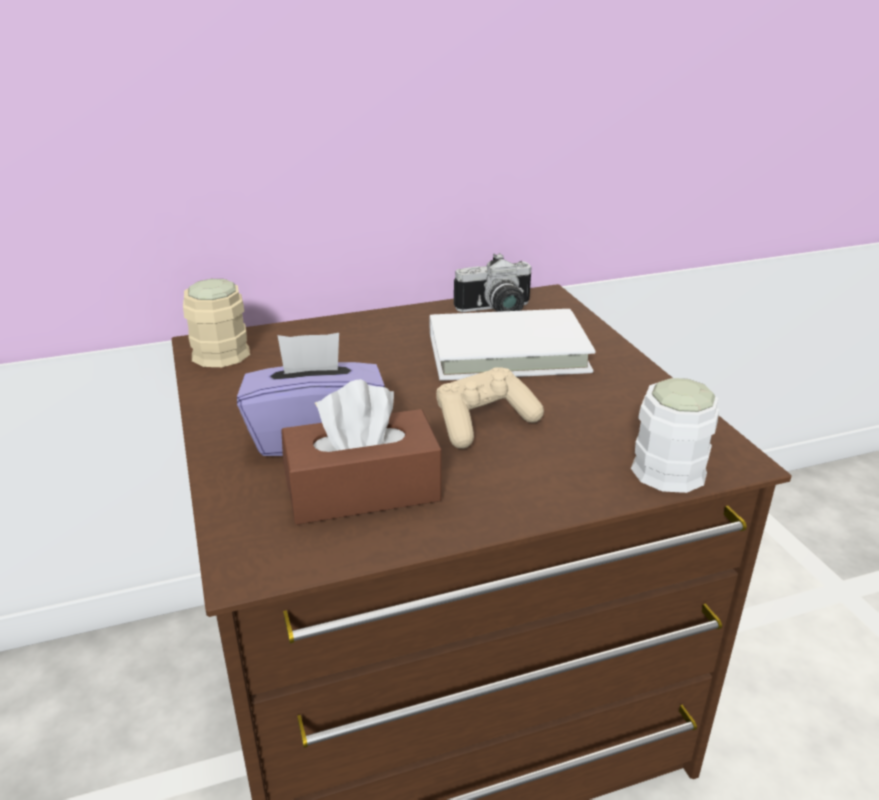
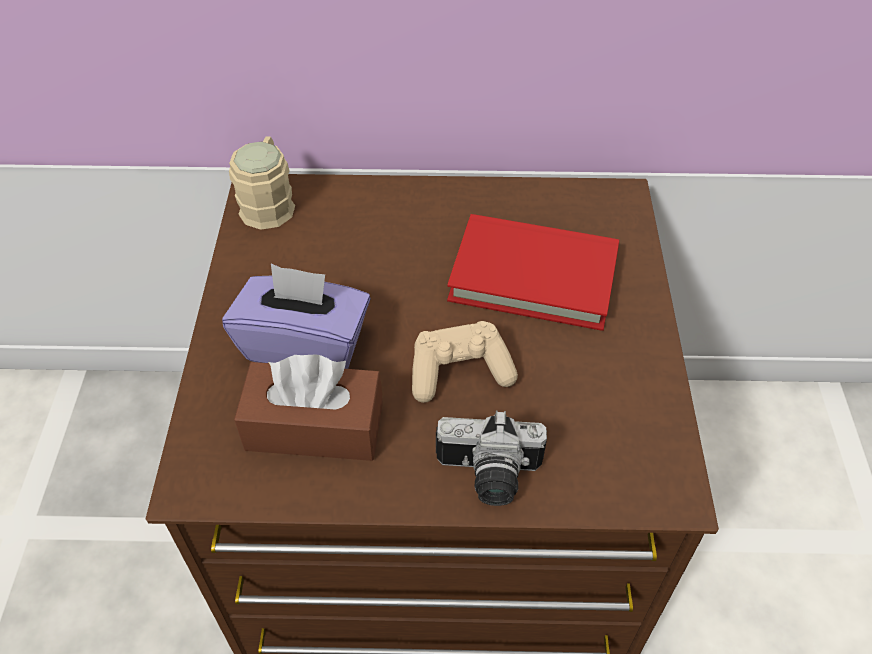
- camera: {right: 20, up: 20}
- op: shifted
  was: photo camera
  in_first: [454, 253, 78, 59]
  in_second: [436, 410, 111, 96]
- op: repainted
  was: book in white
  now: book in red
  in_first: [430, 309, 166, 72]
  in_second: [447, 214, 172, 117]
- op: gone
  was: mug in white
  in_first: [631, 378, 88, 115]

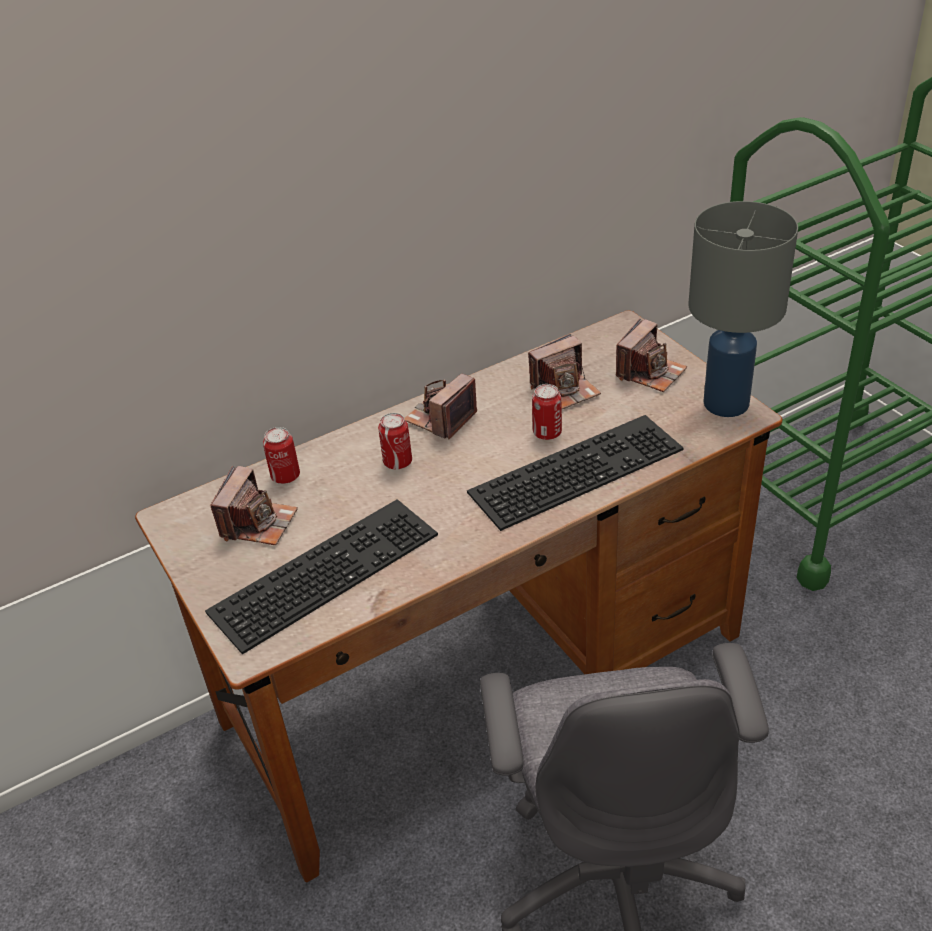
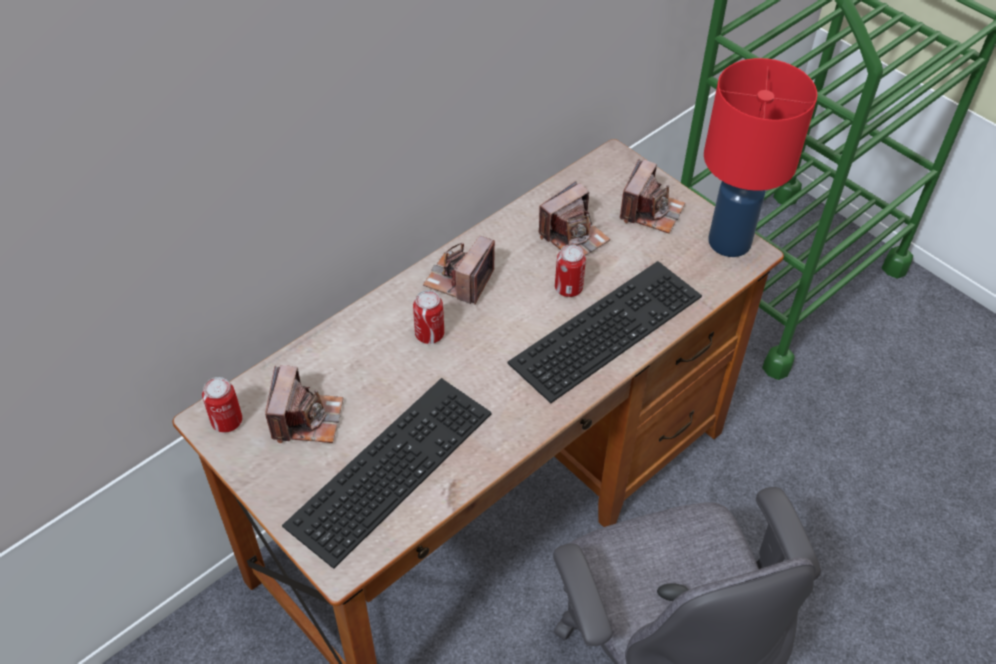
- camera: {right: -15, up: 10}
- op: repainted
  was: table lamp in grey
  now: table lamp in red
  in_first: [689, 201, 109, 216]
  in_second: [704, 58, 113, 199]
- op: shifted
  was: can
  in_first: [263, 427, 37, 57]
  in_second: [202, 377, 40, 55]

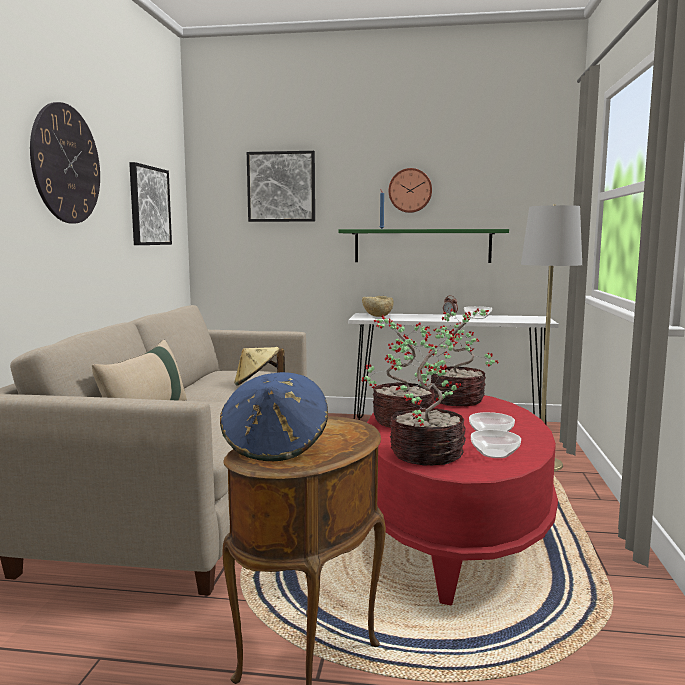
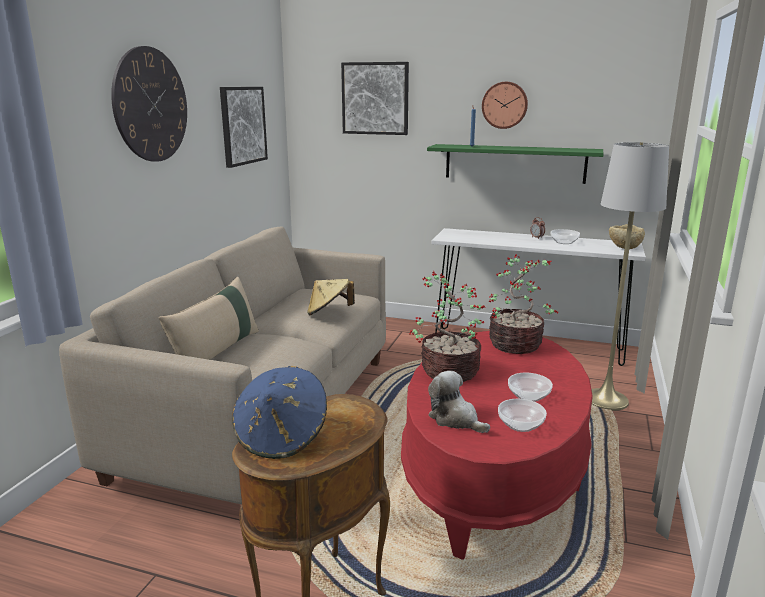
- camera: {right: 10, up: 10}
- op: shifted
  was: bowl in beige
  in_first: [362, 296, 32, 21]
  in_second: [609, 224, 36, 25]
- op: swapped
  was: potted plant
  now: plush toy
  in_first: [389, 329, 77, 137]
  in_second: [428, 371, 62, 62]

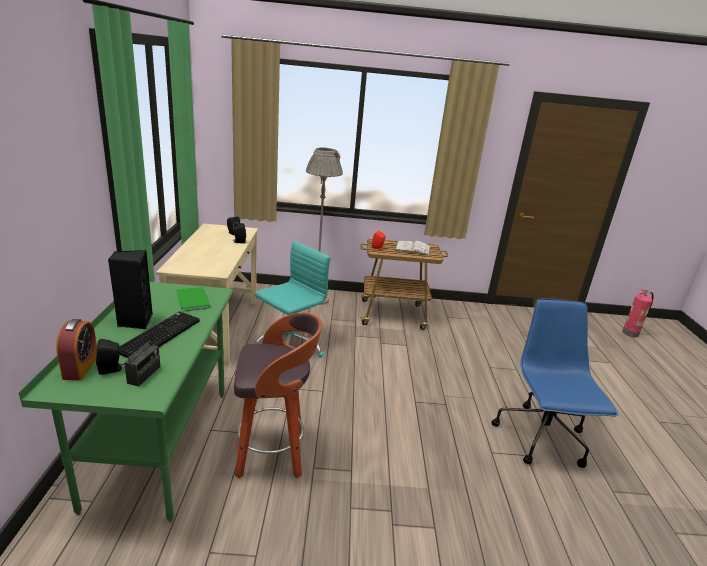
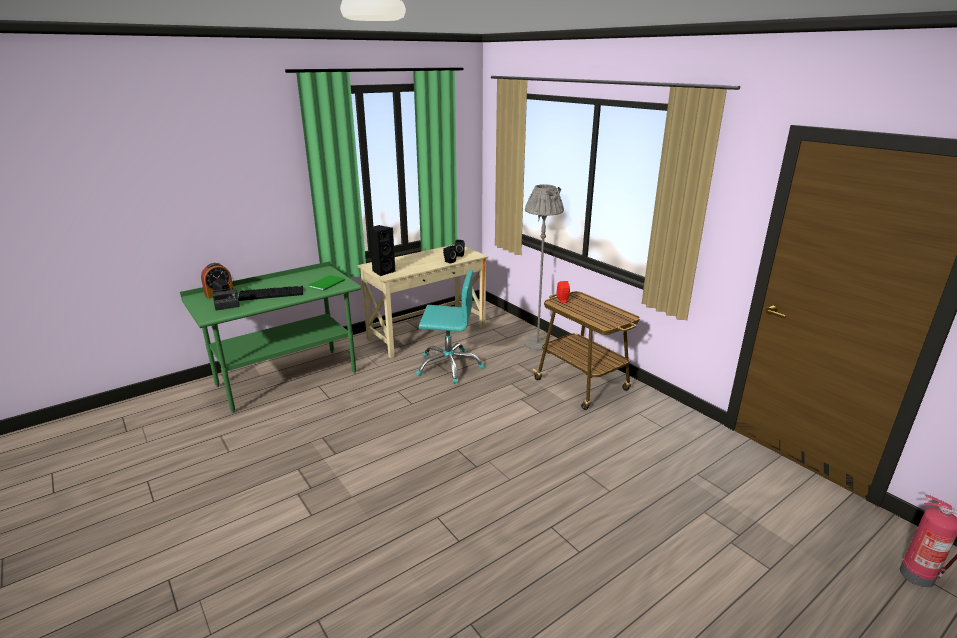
- camera: {right: 55, up: 0}
- op: gone
  was: book in white
  in_first: [394, 241, 37, 15]
- op: shifted
  was: speaker in black
  in_first: [108, 250, 45, 79]
  in_second: [369, 225, 26, 51]
- op: gone
  was: office chair in blue
  in_first: [491, 298, 127, 170]
- op: gone
  was: stool
  in_first: [234, 313, 88, 166]

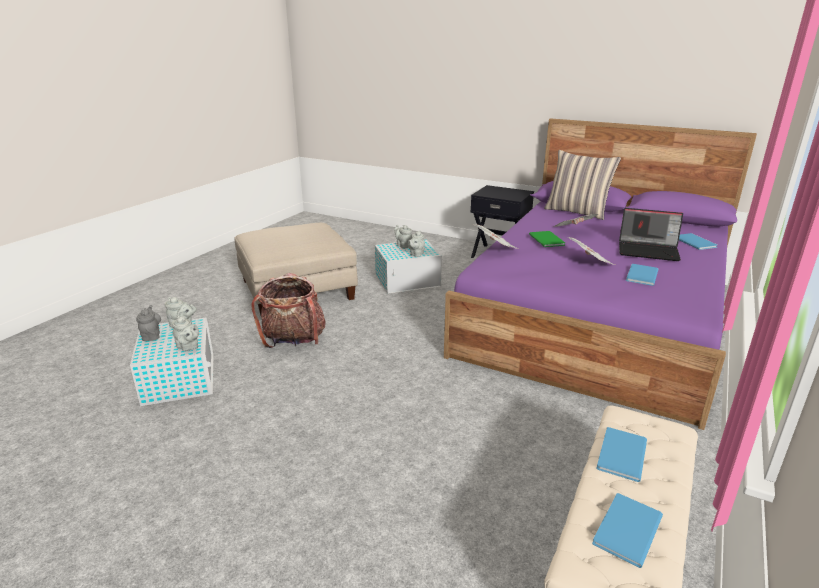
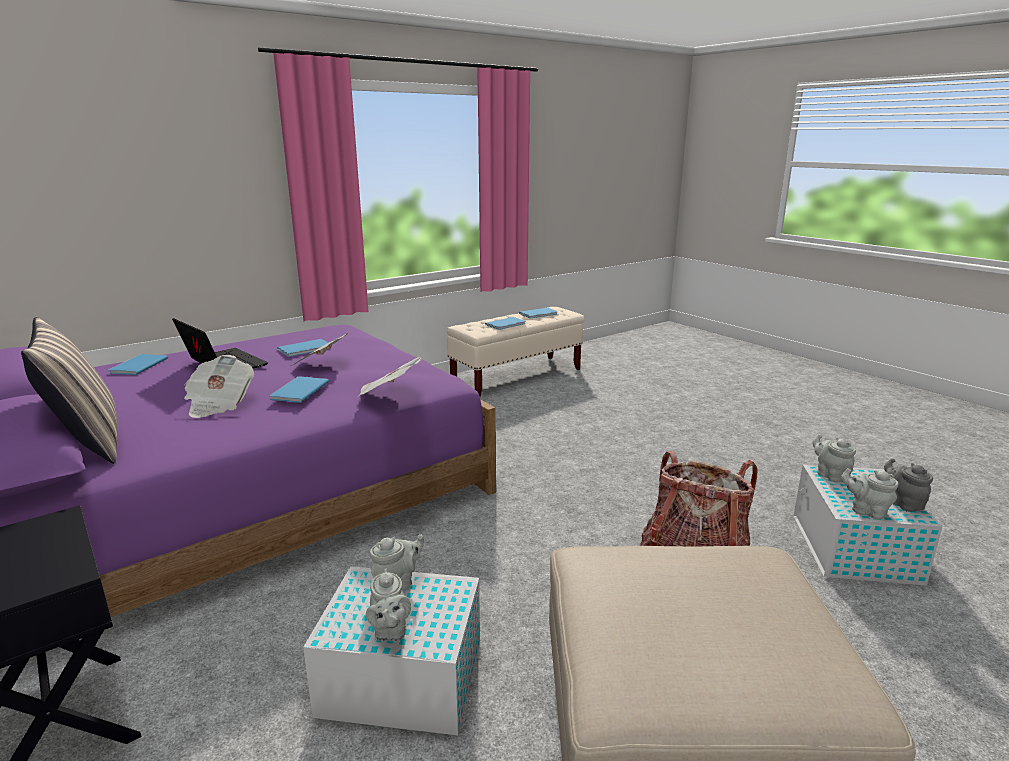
- camera: {right: -155, up: -5}
- op: repainted
  was: book in green
  now: book in blue
  in_first: [529, 231, 36, 16]
  in_second: [269, 376, 60, 27]
- op: rotated
  was: teapot in grey
  in_first: [136, 305, 25, 36]
  in_second: [884, 458, 49, 54]
  clockwise: 150

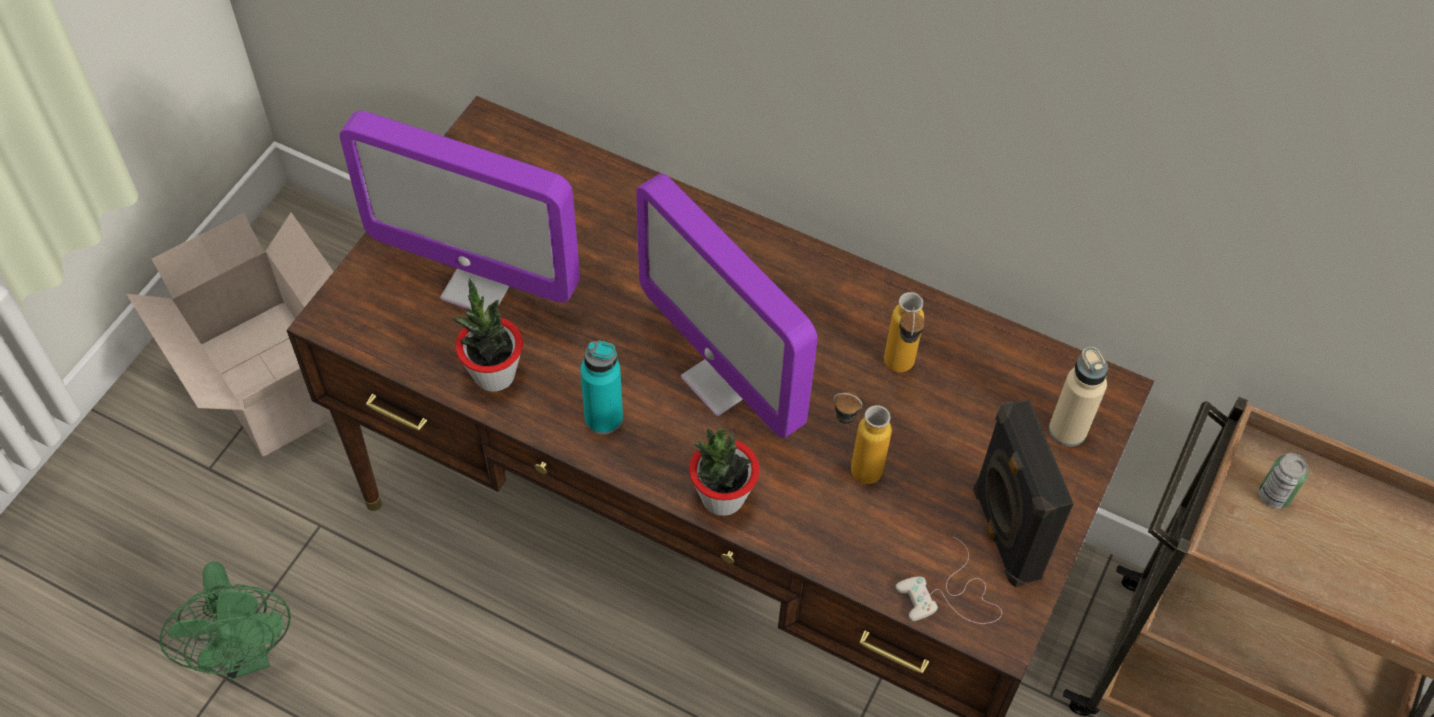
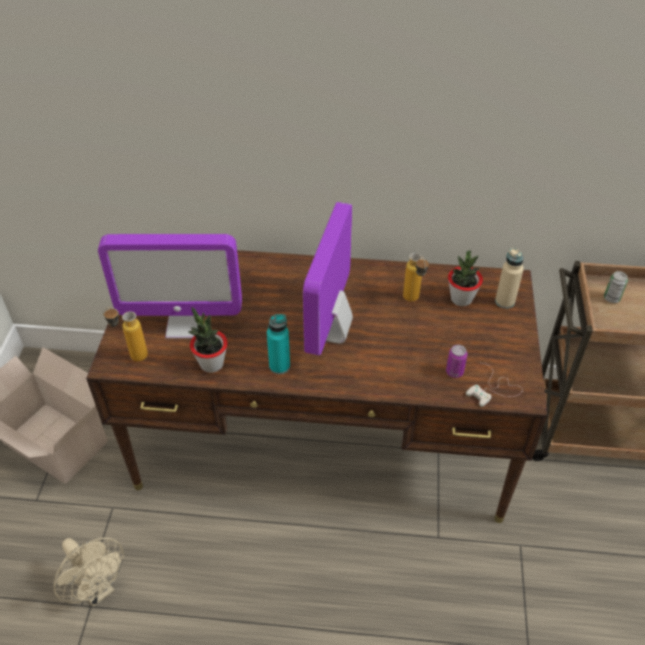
- camera: {right: -20, up: -10}
- op: rotated
  was: monitor
  in_first: [636, 174, 181, 264]
  in_second: [303, 202, 50, 153]
  clockwise: 75
- op: shifted
  was: bottle
  in_first: [834, 392, 58, 92]
  in_second: [103, 307, 45, 55]
- op: gone
  was: speaker in black
  in_first: [973, 399, 101, 188]
- op: shifted
  was: potted plant
  in_first: [689, 429, 71, 87]
  in_second: [448, 250, 35, 56]
- op: repainted
  was: fan in green
  now: fan in beige
  in_first: [160, 562, 131, 118]
  in_second: [54, 538, 70, 69]
- op: new
  now: can
  in_second: [446, 345, 22, 33]

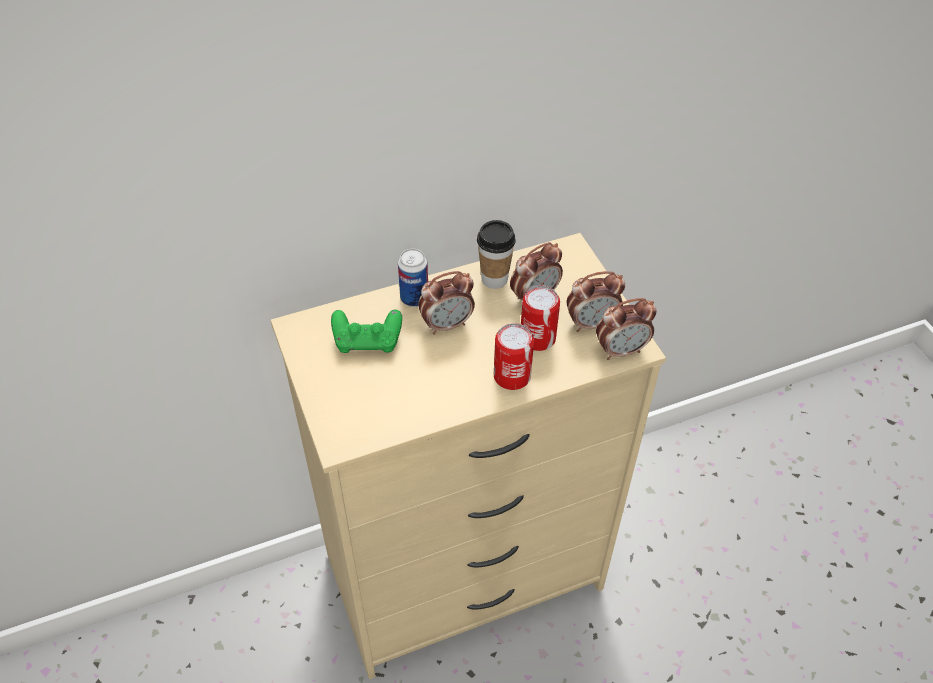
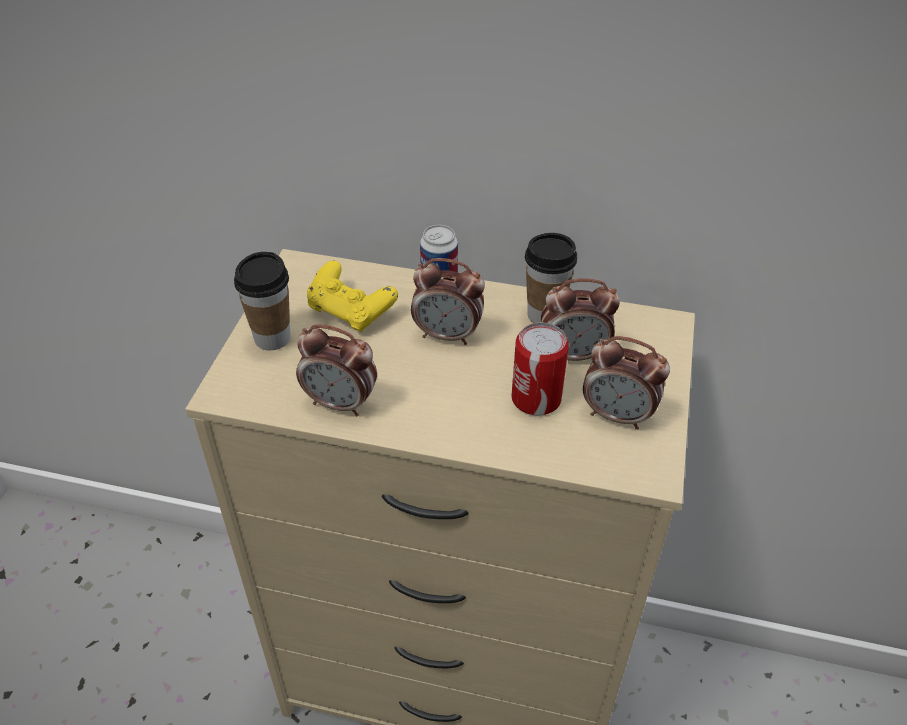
- camera: {right: 35, up: -5}
- op: shifted
  was: alarm clock
  in_first: [596, 298, 61, 62]
  in_second: [296, 324, 81, 92]
- op: repainted
  was: game controller in green
  now: game controller in yellow
  in_first: [331, 309, 71, 44]
  in_second: [307, 261, 91, 71]
- op: gone
  was: can
  in_first: [494, 323, 40, 67]
- op: new
  now: cup
  in_second: [234, 252, 57, 98]

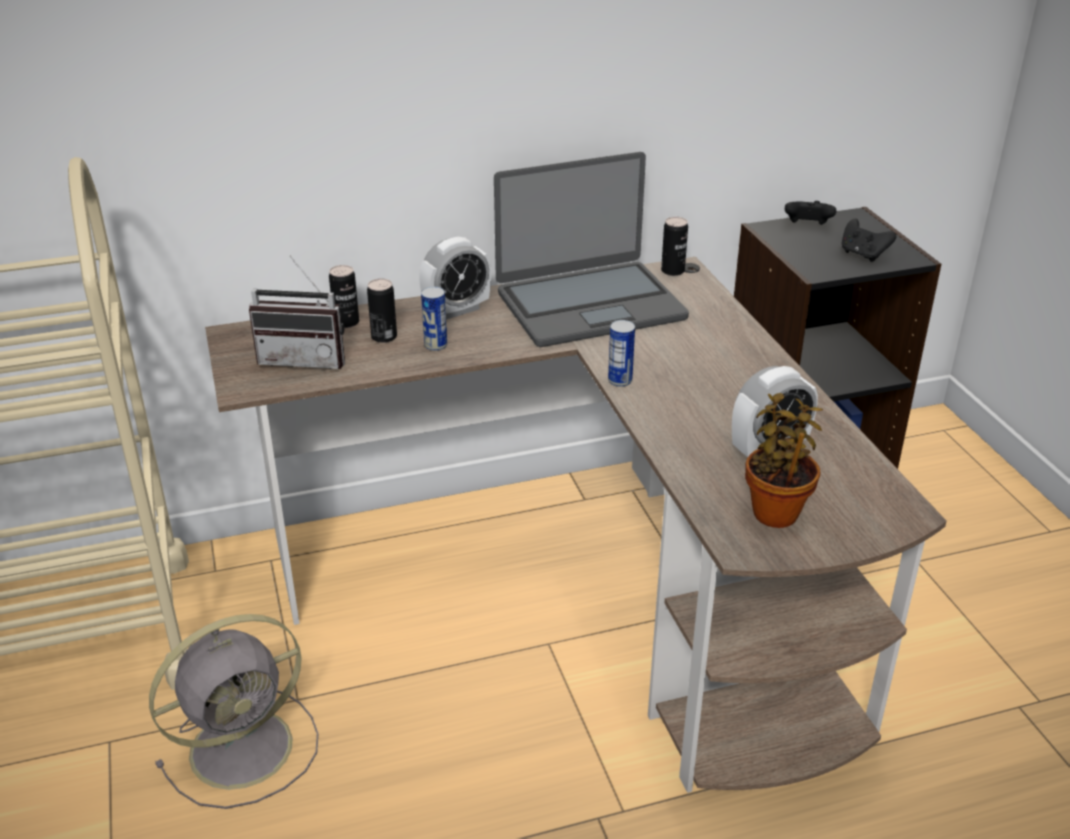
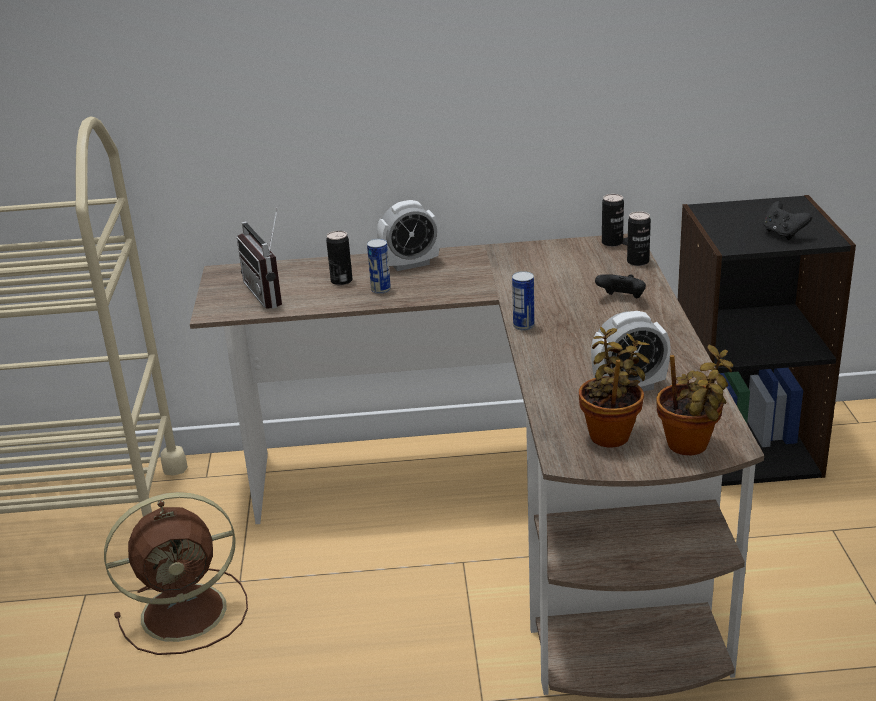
- camera: {right: 15, up: -5}
- op: gone
  was: laptop
  in_first: [494, 152, 195, 195]
- op: shifted
  was: game controller in black
  in_first: [785, 201, 51, 24]
  in_second: [595, 274, 51, 24]
- op: rotated
  was: radio
  in_first: [249, 256, 96, 113]
  in_second: [237, 207, 45, 102]
  clockwise: 45
- op: shifted
  was: can
  in_first: [329, 265, 30, 63]
  in_second: [627, 211, 24, 55]
- op: repainted
  was: fan in grey
  now: fan in brown
  in_first: [149, 614, 169, 195]
  in_second: [104, 492, 144, 163]
- op: new
  now: potted plant
  in_second: [656, 345, 77, 110]

